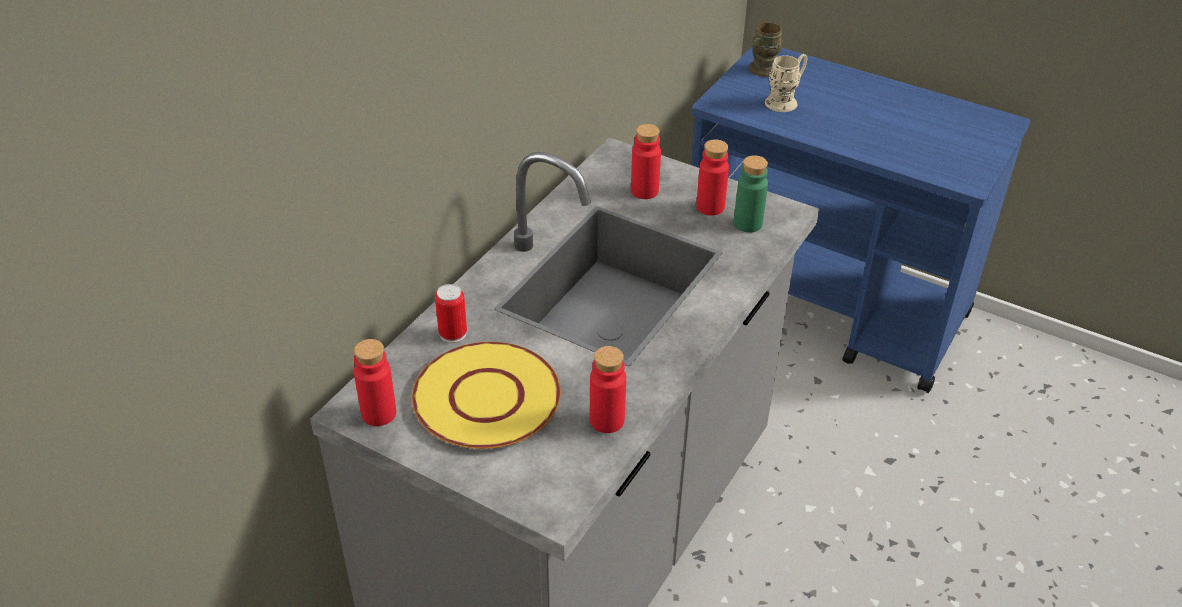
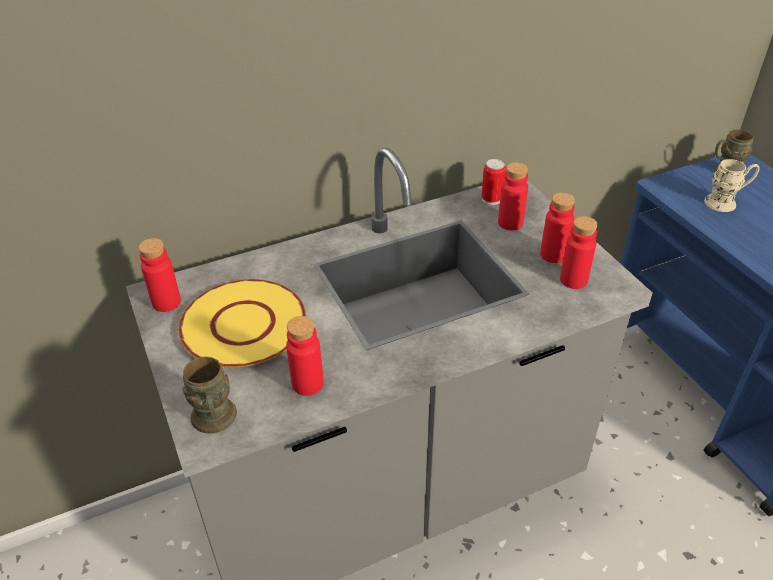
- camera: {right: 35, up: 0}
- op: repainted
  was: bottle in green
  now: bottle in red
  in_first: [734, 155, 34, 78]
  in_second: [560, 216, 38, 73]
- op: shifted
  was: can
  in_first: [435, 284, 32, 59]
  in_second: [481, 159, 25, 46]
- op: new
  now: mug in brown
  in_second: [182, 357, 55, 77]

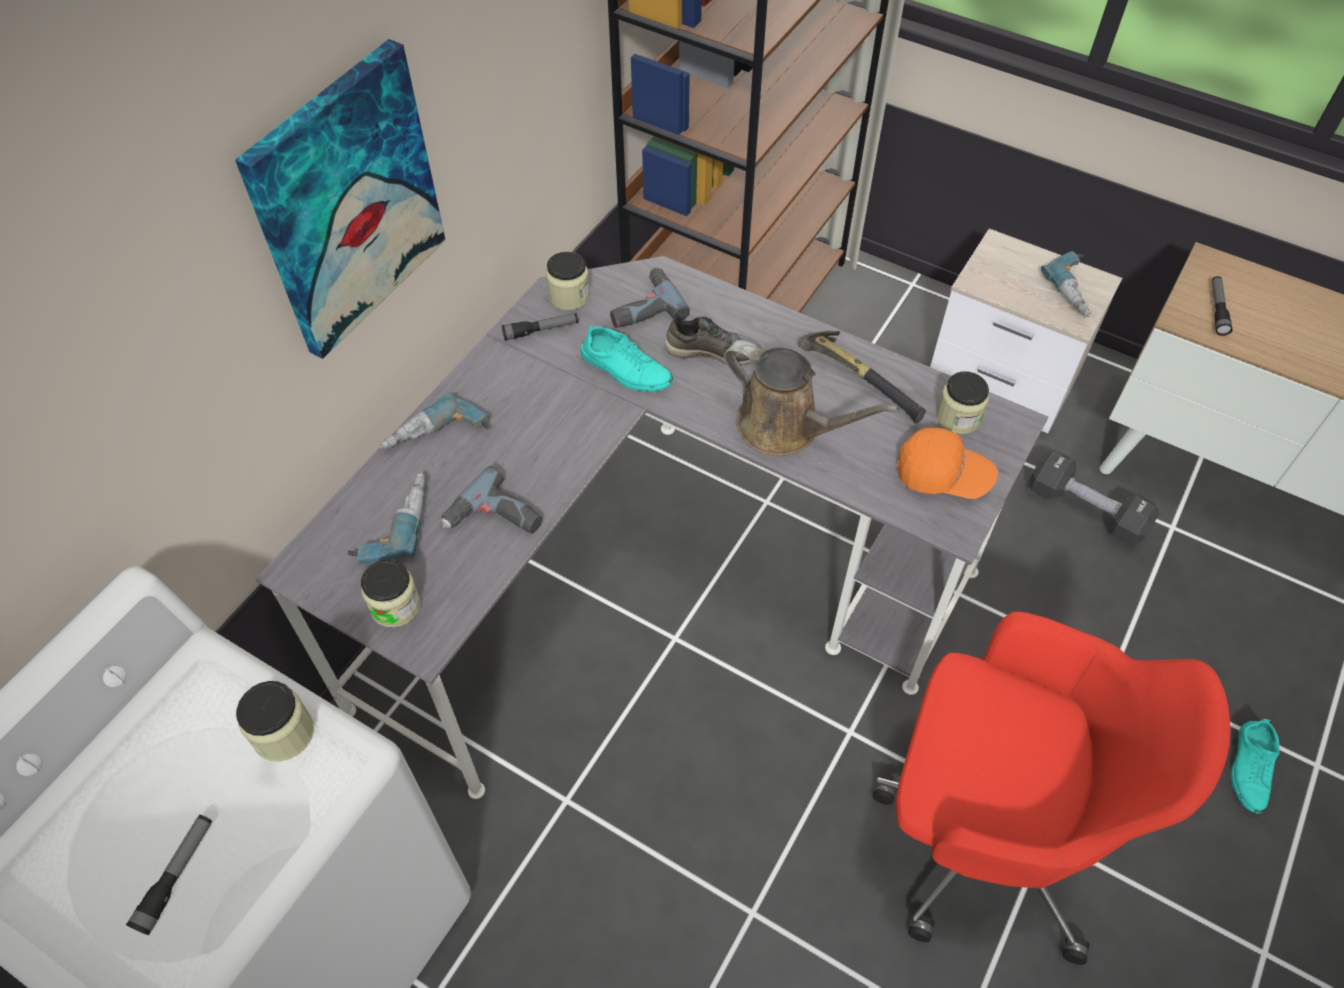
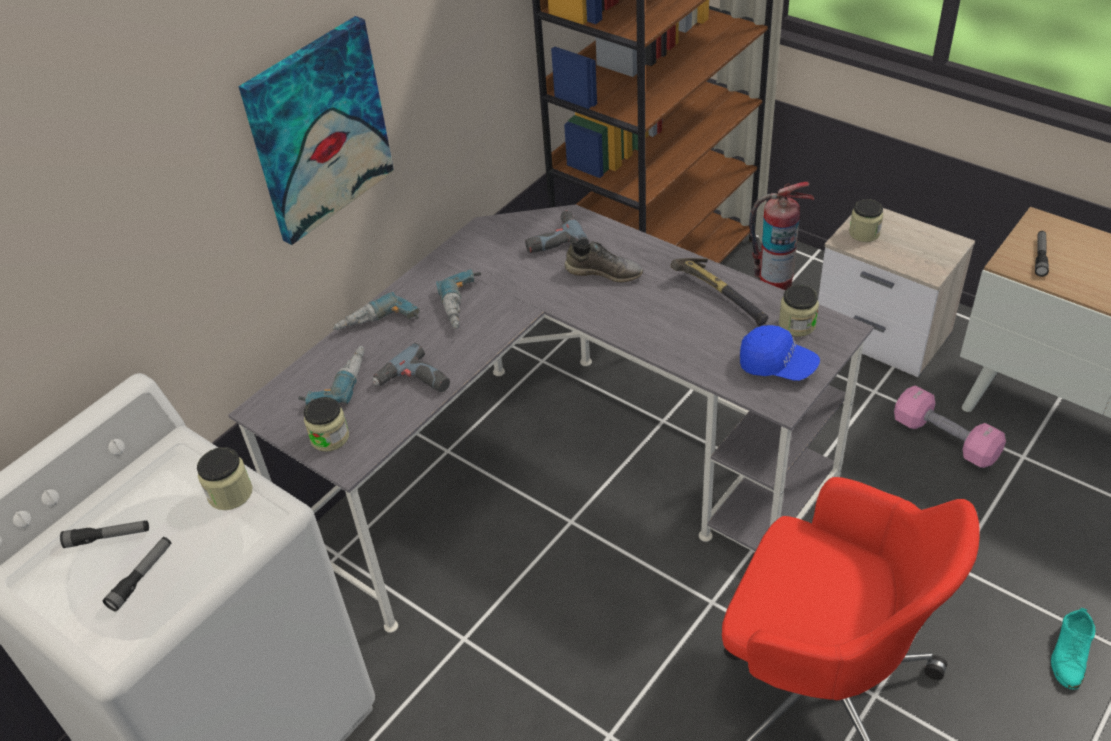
- camera: {right: 10, up: -10}
- op: shifted
  was: power drill
  in_first: [1041, 251, 50, 66]
  in_second: [436, 269, 45, 60]
- op: shifted
  was: jar
  in_first: [546, 252, 44, 58]
  in_second: [849, 199, 34, 43]
- op: shifted
  was: flashlight
  in_first: [501, 313, 77, 28]
  in_second: [60, 520, 89, 28]
- op: gone
  was: shoe in turquoise
  in_first: [581, 325, 92, 66]
- op: gone
  was: watering can in brown
  in_first: [724, 340, 175, 116]
- op: repainted
  was: cap in orange
  now: cap in blue
  in_first: [897, 428, 101, 71]
  in_second: [740, 325, 80, 56]
- op: repainted
  was: dumbbell in black
  now: dumbbell in pink
  in_first: [1029, 451, 130, 94]
  in_second: [894, 386, 112, 82]
- op: new
  now: fire extinguisher
  in_second: [749, 182, 65, 108]

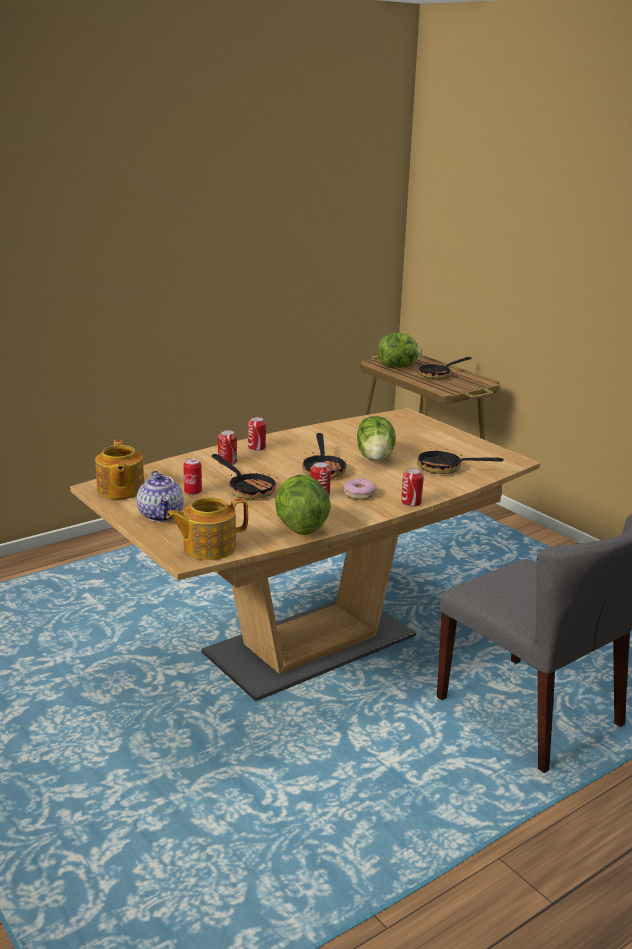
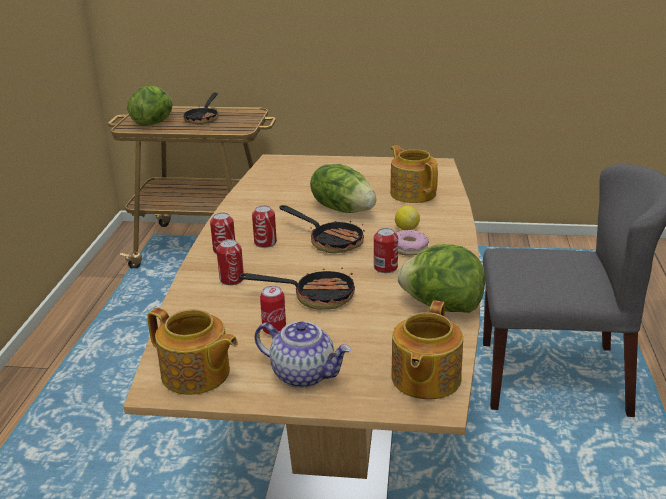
- camera: {right: -45, up: 5}
- op: swapped
  was: frying pan
  now: teapot
  in_first: [417, 443, 87, 31]
  in_second: [390, 145, 48, 58]
- op: shifted
  was: can
  in_first: [401, 468, 23, 39]
  in_second: [252, 205, 25, 43]
- op: new
  now: lemon
  in_second: [395, 206, 25, 24]

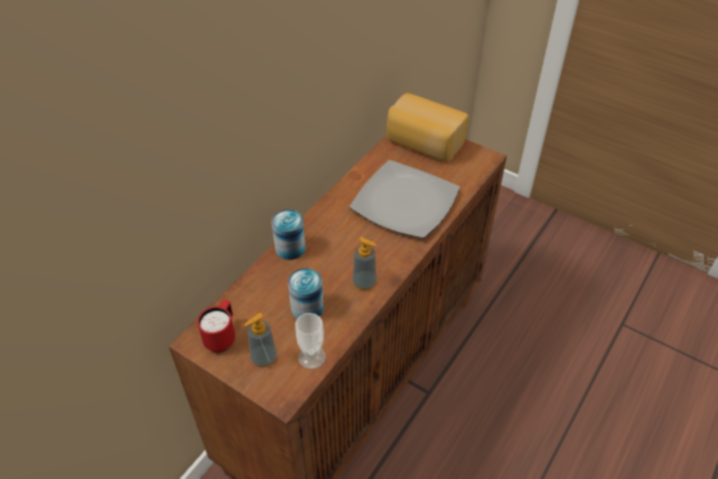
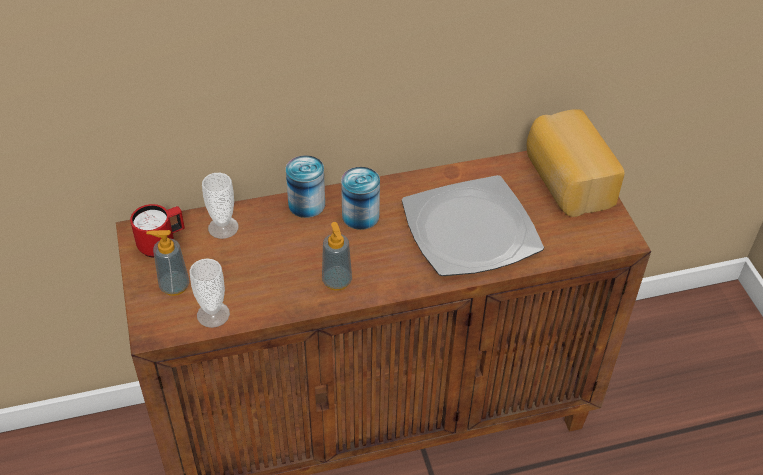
- camera: {right: 40, up: 0}
- op: shifted
  was: can
  in_first: [288, 268, 36, 51]
  in_second: [341, 167, 39, 63]
- op: new
  now: cup
  in_second: [202, 173, 37, 66]

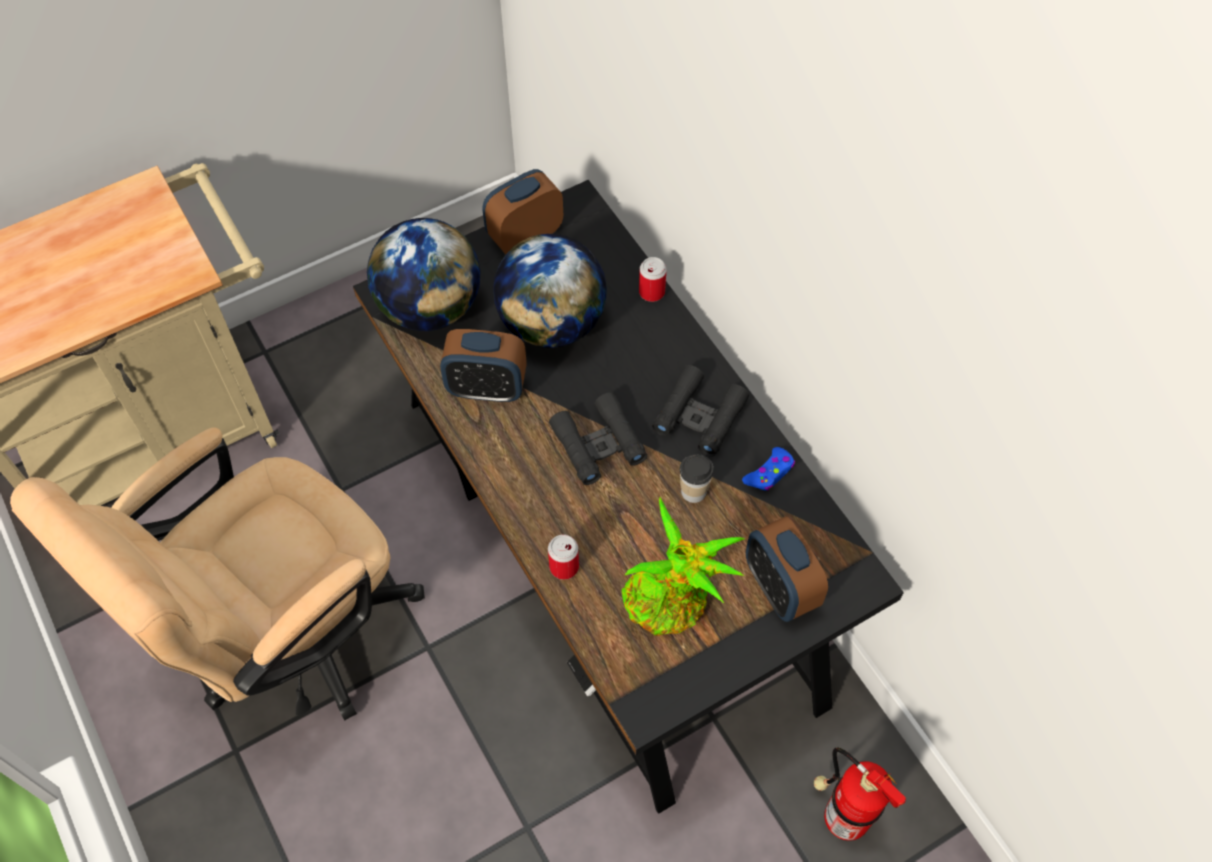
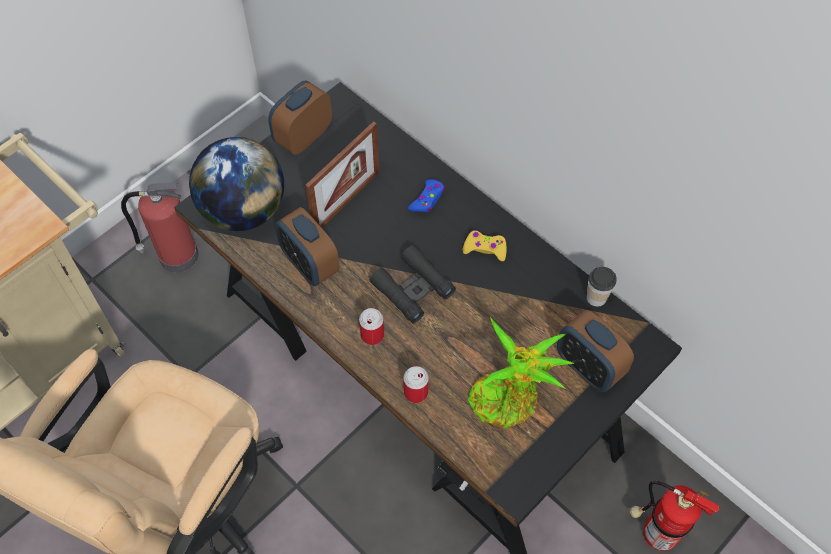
- camera: {right: -15, up: 0}
- op: swapped
  was: globe
  now: picture frame
  in_first: [493, 234, 114, 114]
  in_second: [305, 121, 74, 107]
- op: shifted
  was: can
  in_first: [639, 257, 28, 45]
  in_second: [359, 308, 25, 37]
- op: rotated
  was: alarm clock
  in_first: [440, 329, 87, 73]
  in_second: [275, 207, 65, 79]
  clockwise: 60
- op: swapped
  was: binoculars in black
  now: game controller in yellow
  in_first: [652, 365, 97, 92]
  in_second: [462, 230, 45, 31]
- op: shifted
  was: game controller in blue
  in_first: [742, 447, 53, 44]
  in_second: [408, 179, 37, 33]
- op: shifted
  was: cup
  in_first: [680, 454, 34, 49]
  in_second: [587, 267, 30, 40]
- op: new
  now: fire extinguisher
  in_second: [121, 182, 77, 91]

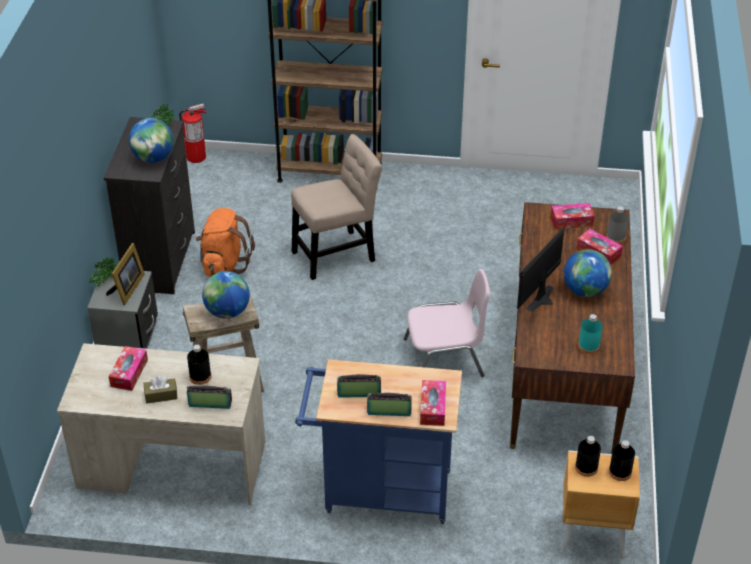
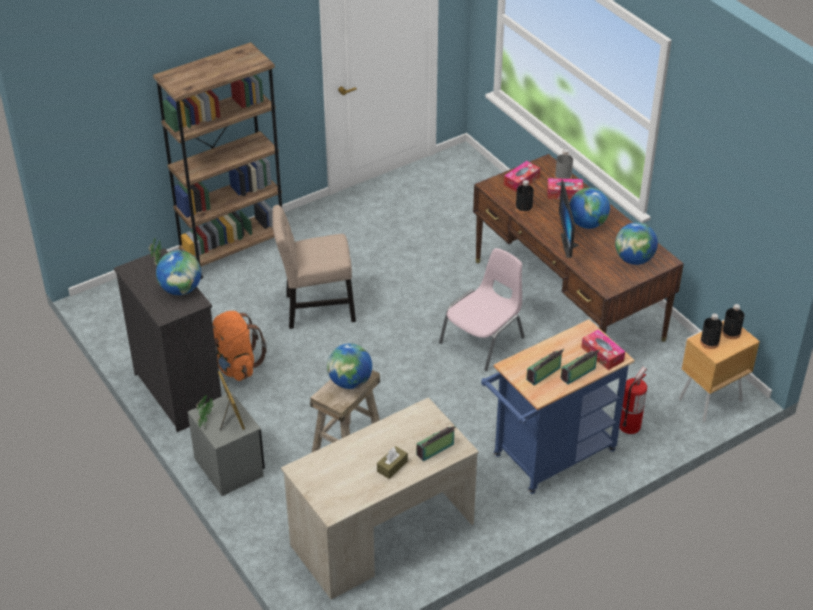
- camera: {right: -40, up: 0}
- op: shifted
  was: fire extinguisher
  in_first: [179, 103, 28, 60]
  in_second: [619, 367, 28, 67]
- op: rotated
  was: chair in beige
  in_first: [291, 134, 91, 146]
  in_second: [272, 205, 84, 124]
  clockwise: -120
- op: swapped
  was: bottle in turquoise
  now: globe
  in_first: [578, 314, 24, 40]
  in_second: [615, 223, 43, 42]
- op: shifted
  was: bottle in black
  in_first: [187, 345, 24, 40]
  in_second: [515, 180, 19, 34]
- op: gone
  was: tissue box
  in_first: [108, 346, 40, 45]

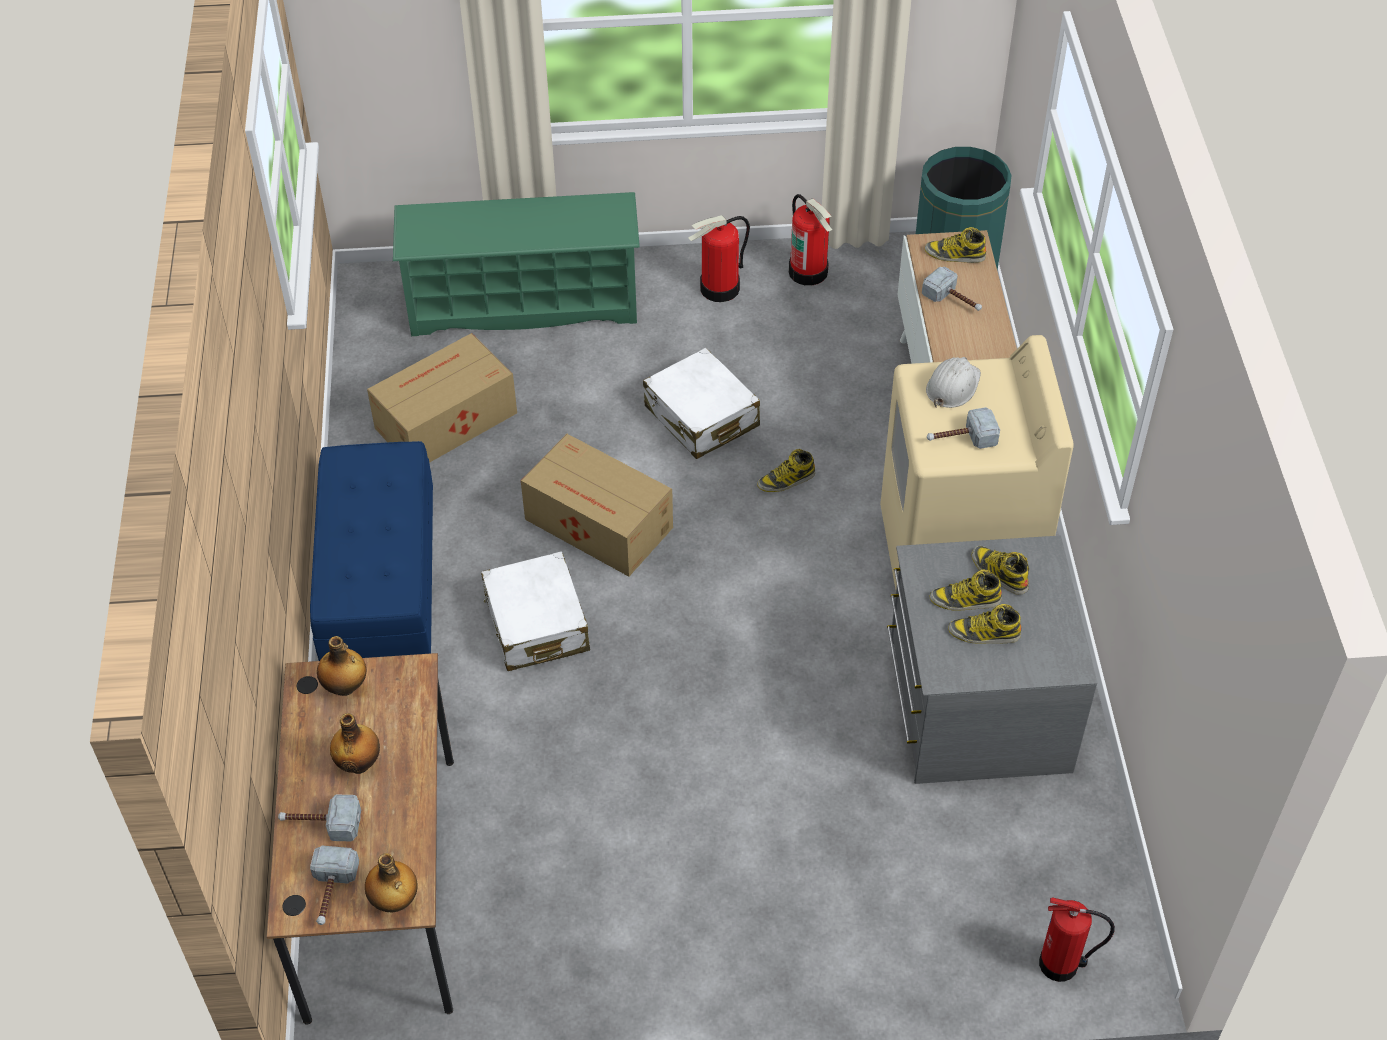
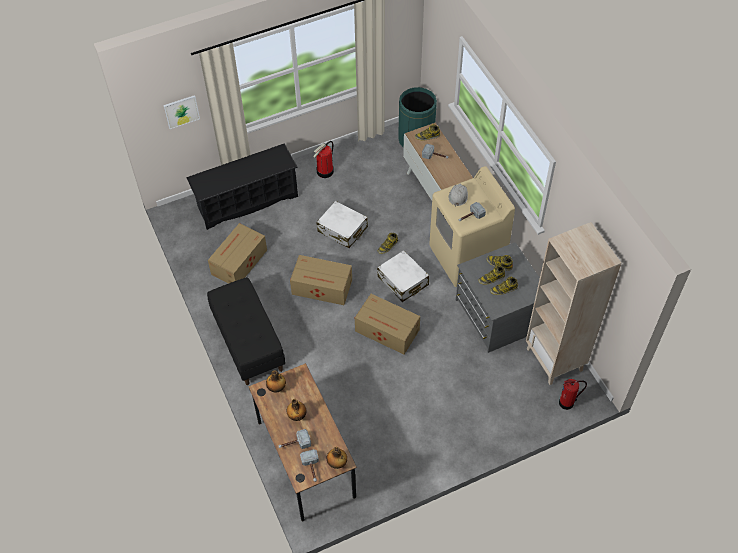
- camera: {right: -20, up: 5}
- op: repainted
  was: shoe rack in green
  now: shoe rack in black
  in_first: [393, 192, 247, 144]
  in_second: [186, 143, 112, 87]
- op: gone
  was: fire extinguisher
  in_first: [788, 194, 44, 91]
- op: repainted
  was: bench in blue
  now: bench in black
  in_first: [310, 441, 123, 220]
  in_second: [207, 277, 79, 108]
- op: shifted
  was: suitcase in white
  in_first: [481, 551, 109, 120]
  in_second: [377, 250, 52, 52]
- op: new
  now: picture
  in_second: [163, 95, 37, 34]
- op: new
  now: bookcase in beige
  in_second: [526, 222, 95, 163]
- op: new
  now: cardboard box
  in_second: [355, 294, 65, 60]

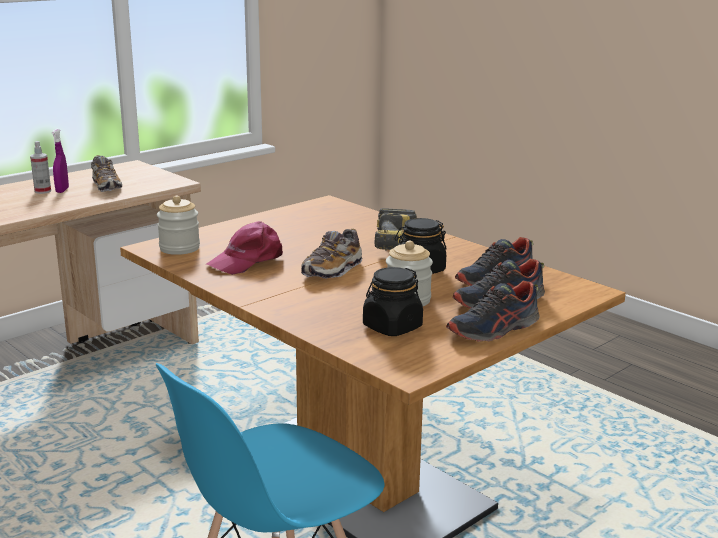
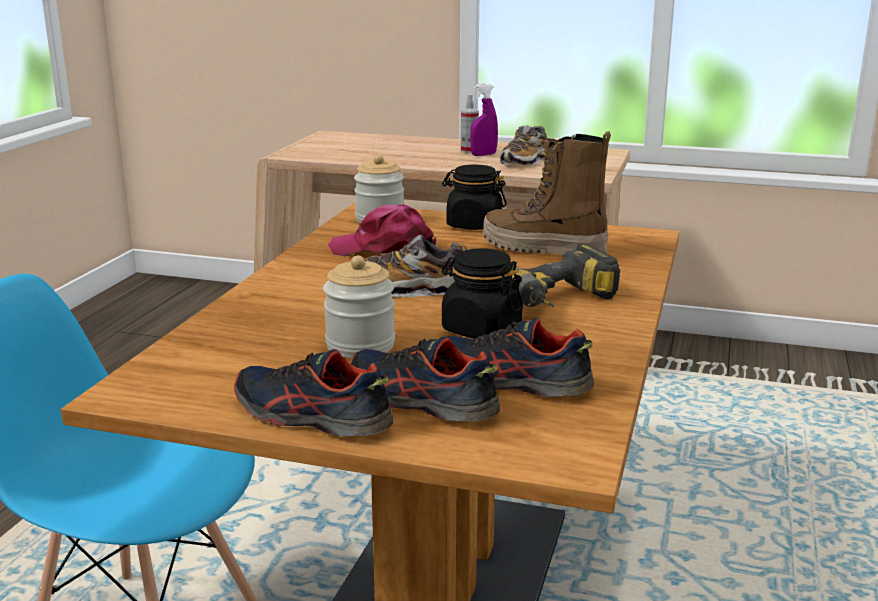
- camera: {right: 60, up: 0}
- op: shifted
  was: jar in black
  in_first: [363, 267, 60, 69]
  in_second: [442, 165, 65, 65]
- op: new
  now: boot
  in_second: [482, 131, 129, 124]

